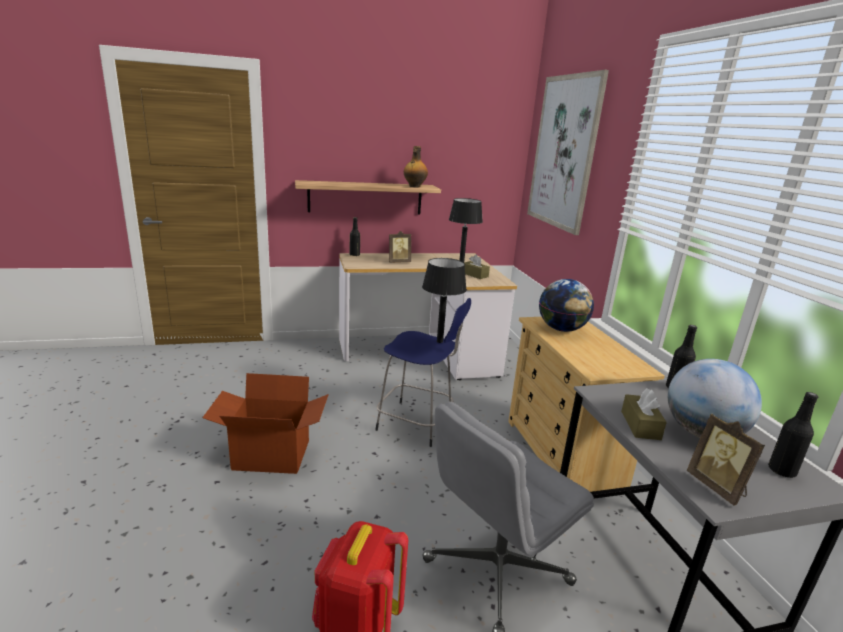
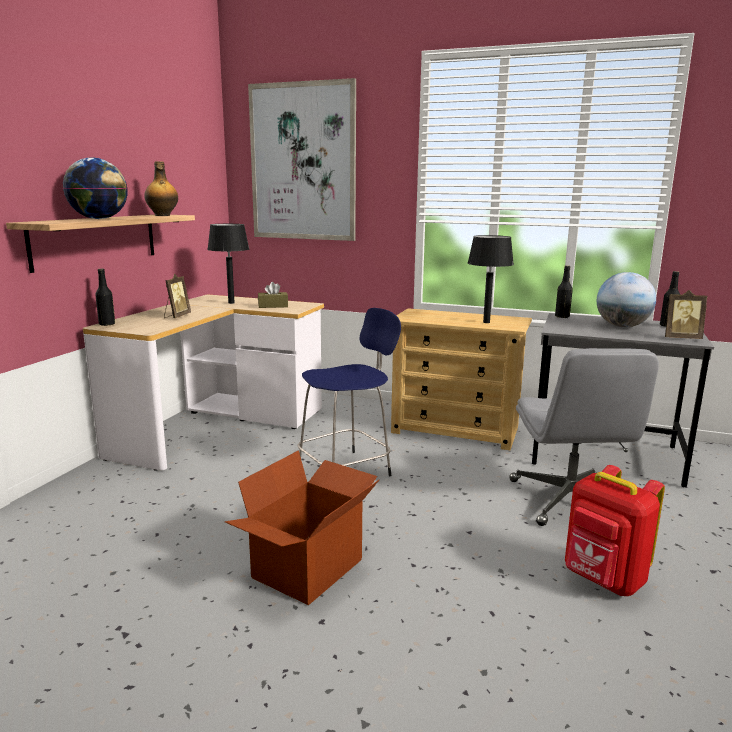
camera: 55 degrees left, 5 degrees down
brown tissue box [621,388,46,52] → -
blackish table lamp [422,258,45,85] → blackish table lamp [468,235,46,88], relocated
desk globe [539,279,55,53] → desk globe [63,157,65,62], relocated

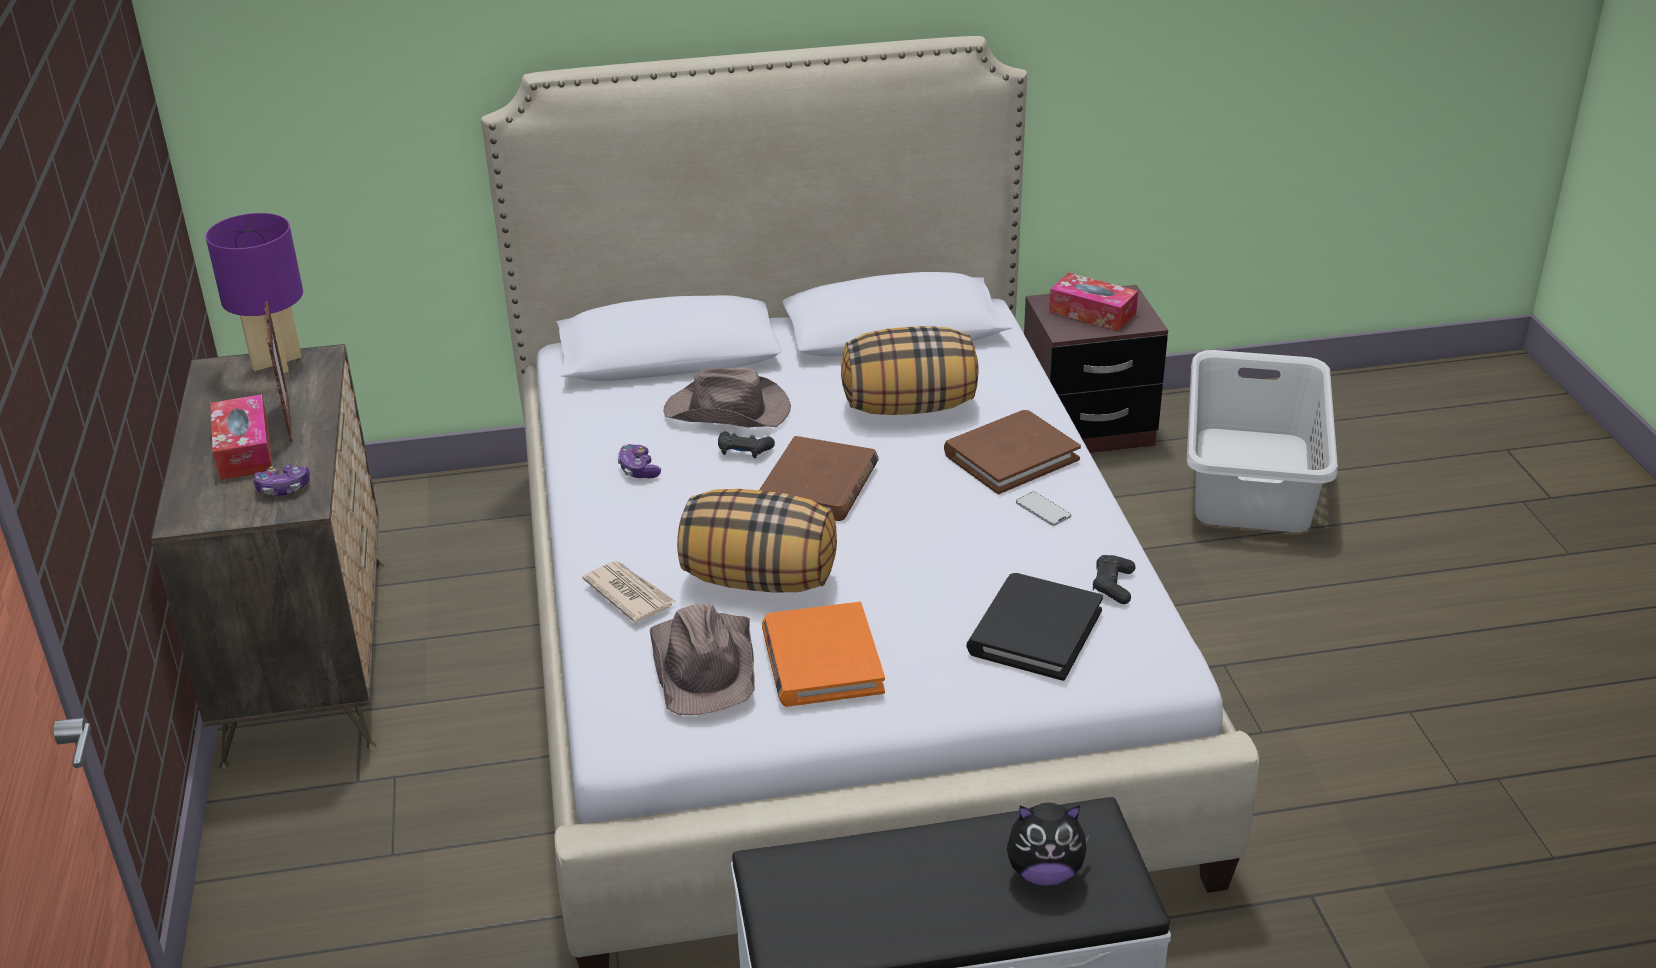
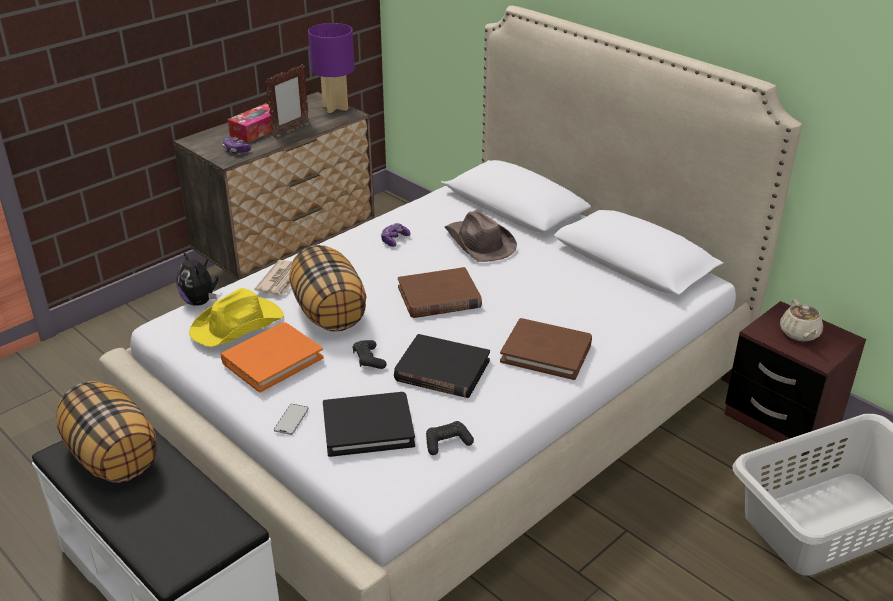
camera: 55 degrees right, 0 degrees up
- → blackish book [394,334,96,64]
blackish gamepad [718,432,57,26] → blackish gamepad [353,340,34,29], relocated
pillow [841,326,138,89] → pillow [56,381,101,102], relocated
plush toy [1007,803,83,83] → plush toy [176,252,42,54], relocated
phone [1016,491,55,35] → phone [274,404,35,31], relocated
tissue box [1049,273,89,58] → beige-coloured tea pot [780,299,43,43]
brown clothing hat [650,604,105,111] → yellowish clothing hat [189,288,95,59]

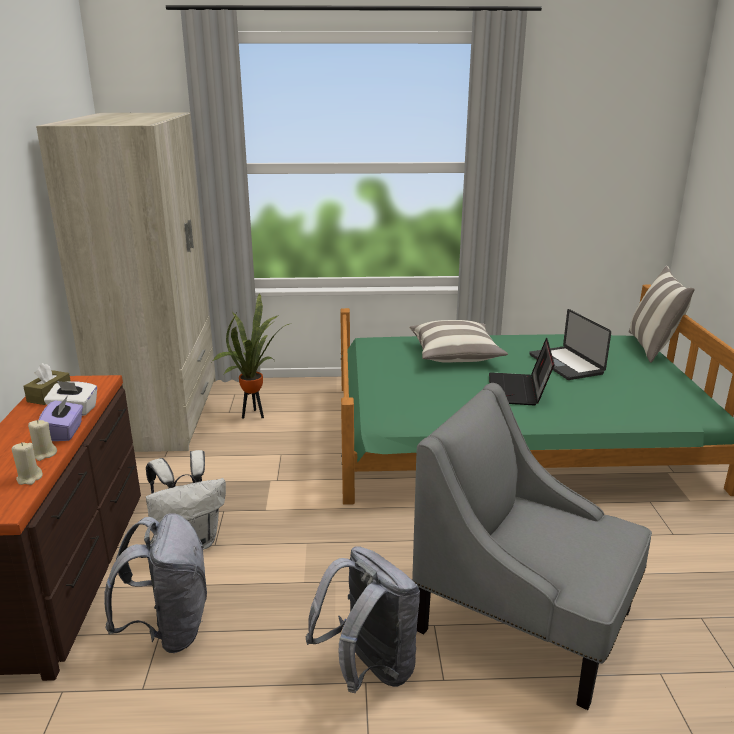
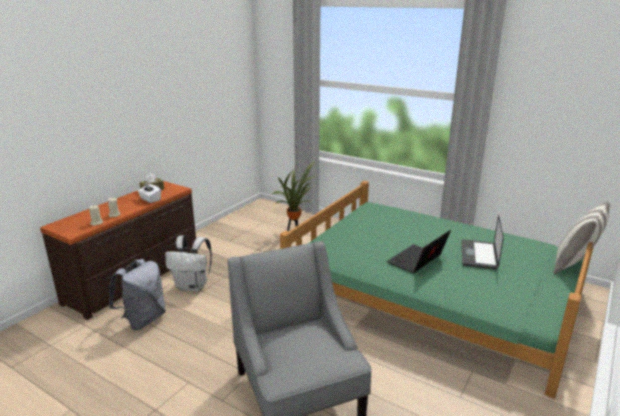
camera: 35 degrees right, 0 degrees up
beige-coloured wardrobe [36,113,180,339] → -
purple tissue box [39,397,44,44] → -
grey rucksack [306,546,114,147] → -
pillow [409,320,99,43] → -

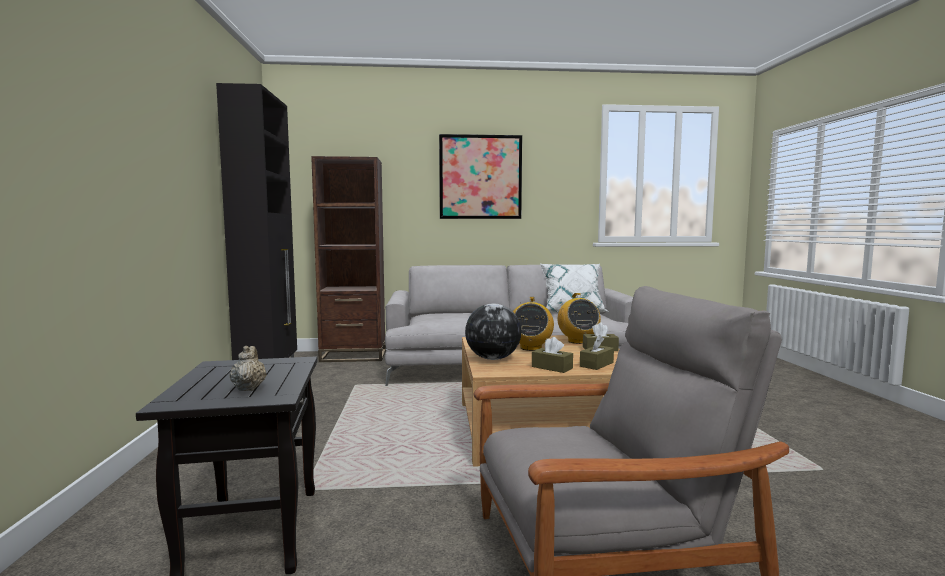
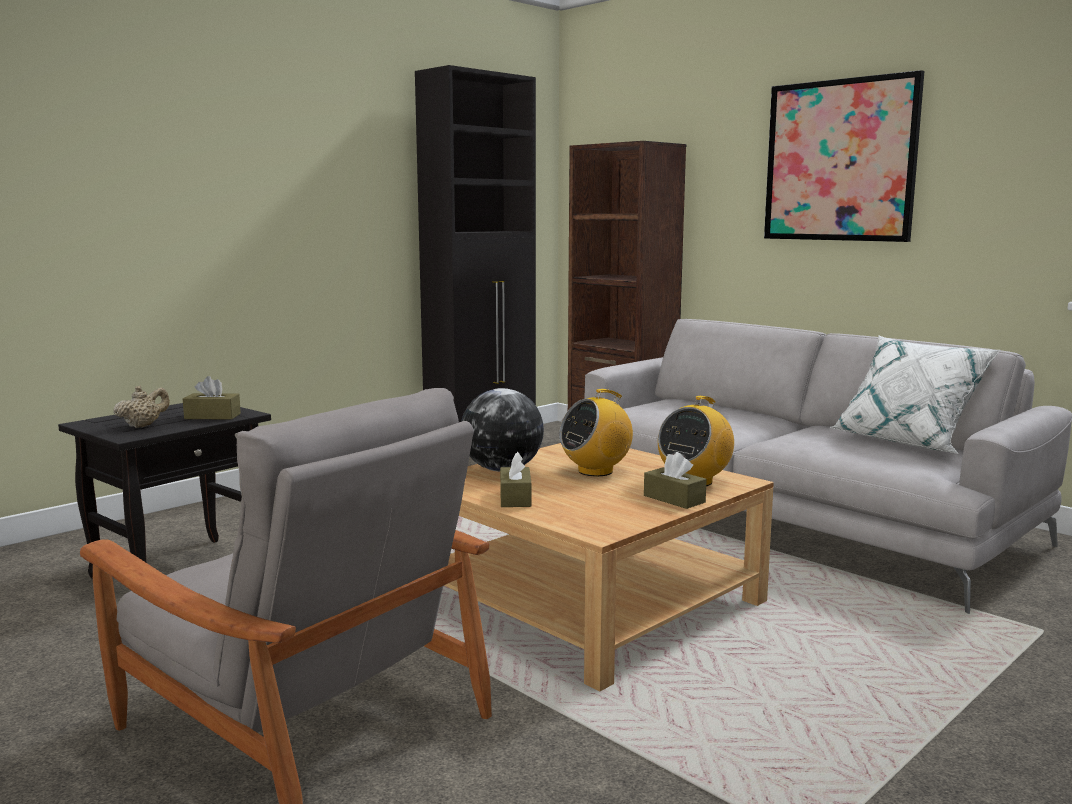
camera: 50 degrees right, 5 degrees up
brown tissue box [580,335,34,35] → brown tissue box [183,376,58,43], relocated

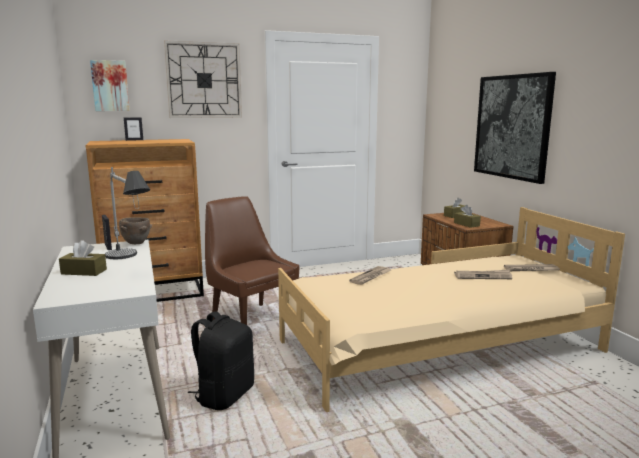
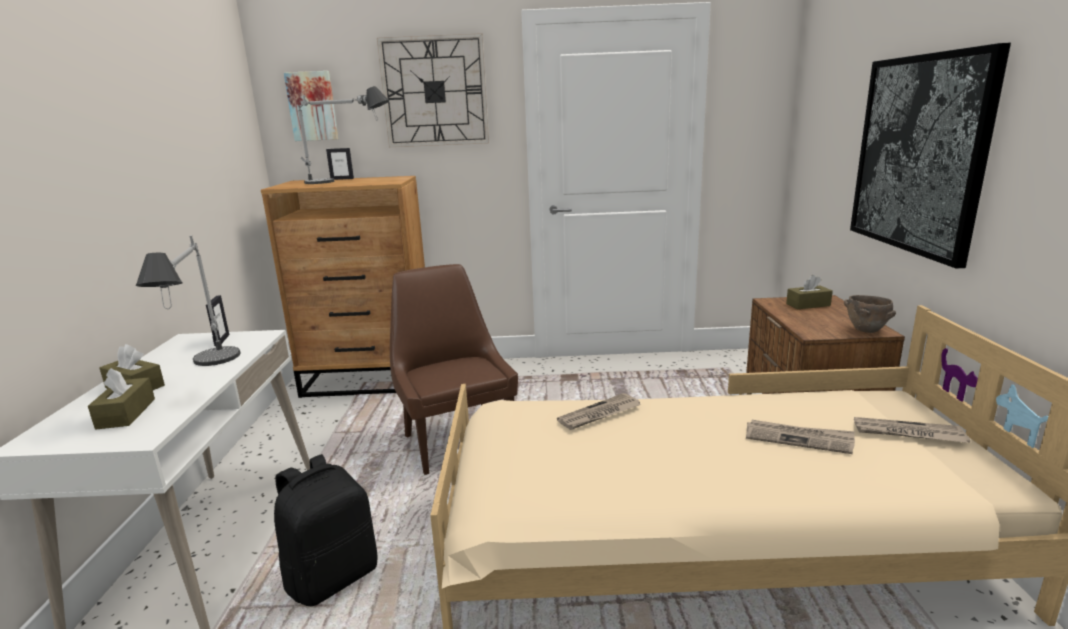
camera: 20 degrees right, 5 degrees up
- → table lamp [298,86,92,98]
brown serving bowl [119,217,33,27] → brown serving bowl [844,295,52,38], relocated
brown tissue box [454,205,27,23] → brown tissue box [88,368,67,61], relocated

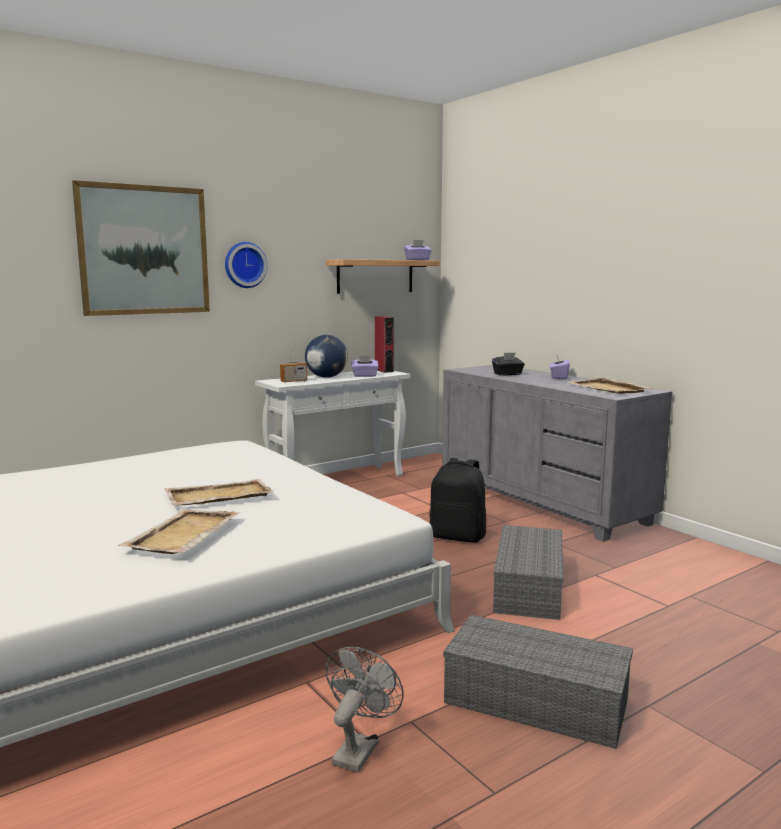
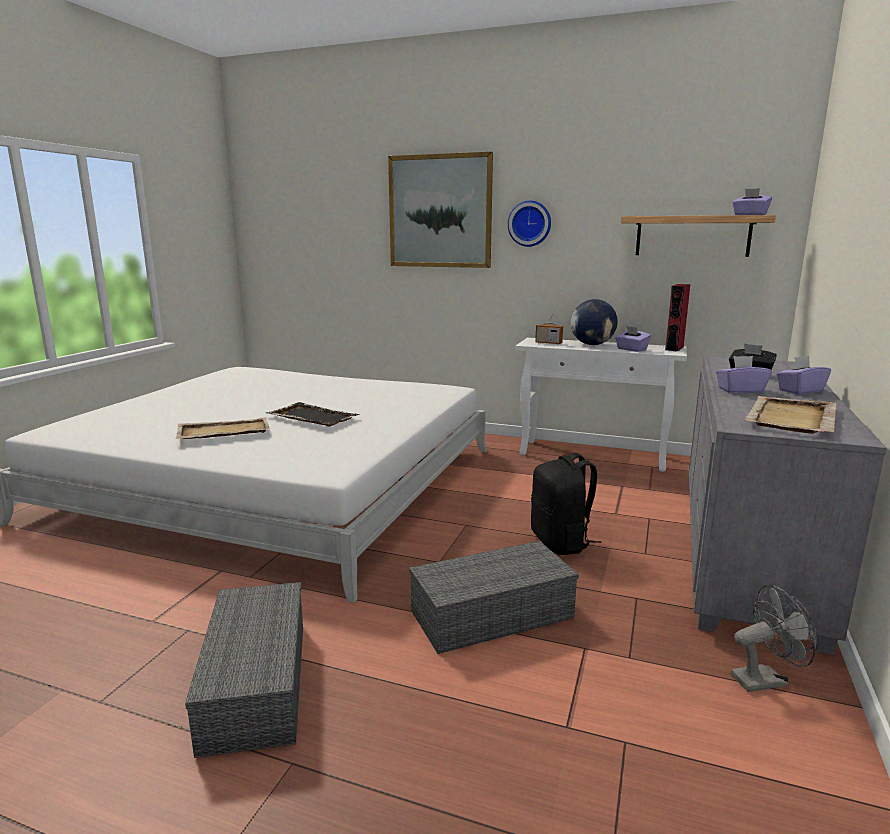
camera: 55 degrees right, 5 degrees up
- → purple tissue box [716,356,56,37]
grey fan [326,647,78,125] → grey fan [731,585,86,107], relocated
beige-coloured carrying tray [164,479,110,26] → blackish carrying tray [266,402,94,25]

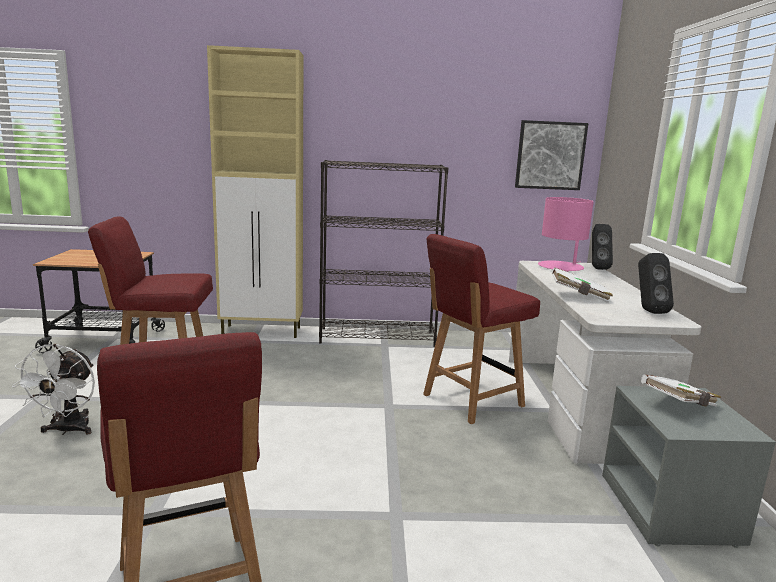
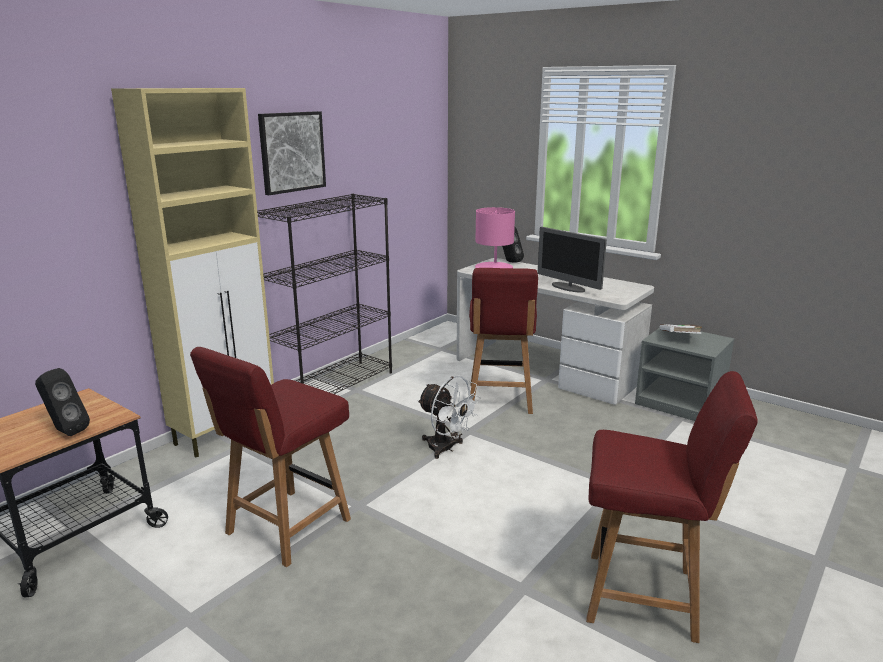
camera: 50 degrees left, 5 degrees up
whitish fan [12,344,83,91] → whitish fan [417,376,63,83], relocated
wall picture [515,120,73,70] → wall picture [258,111,68,84], relocated
blackish audio speaker [638,253,36,61] → blackish audio speaker [35,368,55,68], relocated
whitish book [552,267,61,36] → computer display [537,227,70,66]

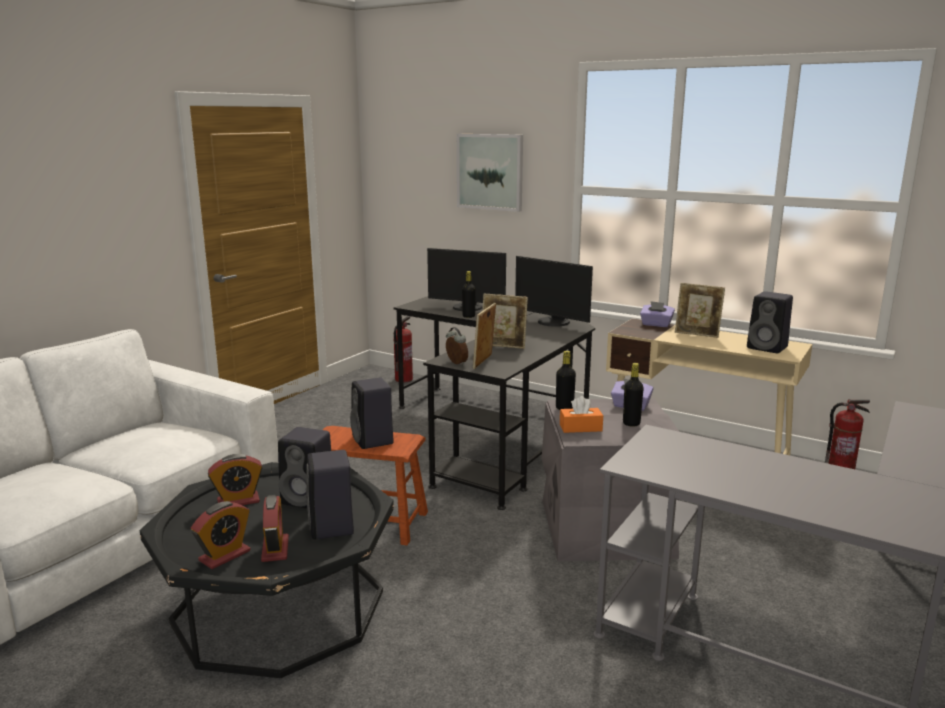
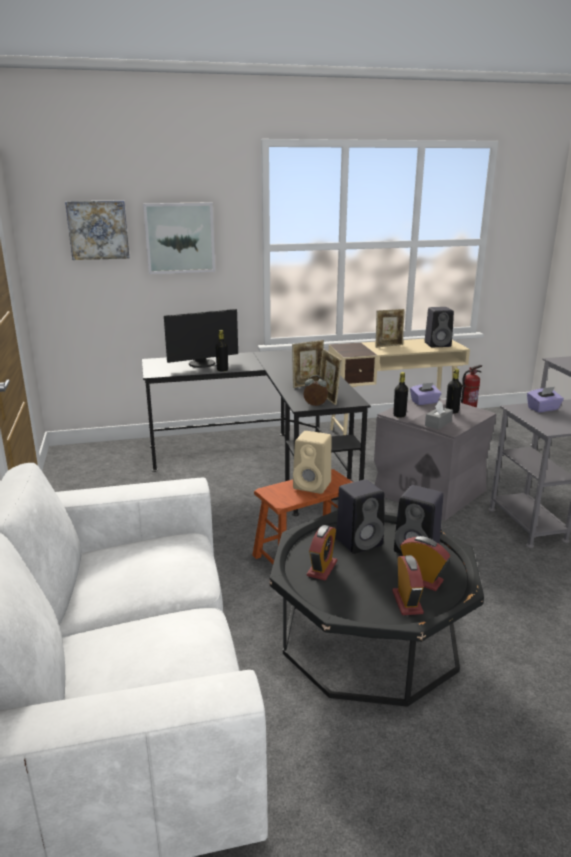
camera: 45 degrees left, 5 degrees up
fire extinguisher [394,316,19,67] → -
computer display [515,256,78,71] → -
- → wall picture [65,200,64,60]
purple tissue box [640,301,35,26] → purple tissue box [527,387,37,25], relocated
blackish audio speaker [350,377,43,72] → beige-coloured audio speaker [293,431,38,63]
orangey tissue box [560,396,43,37] → grey tissue box [425,400,28,30]

